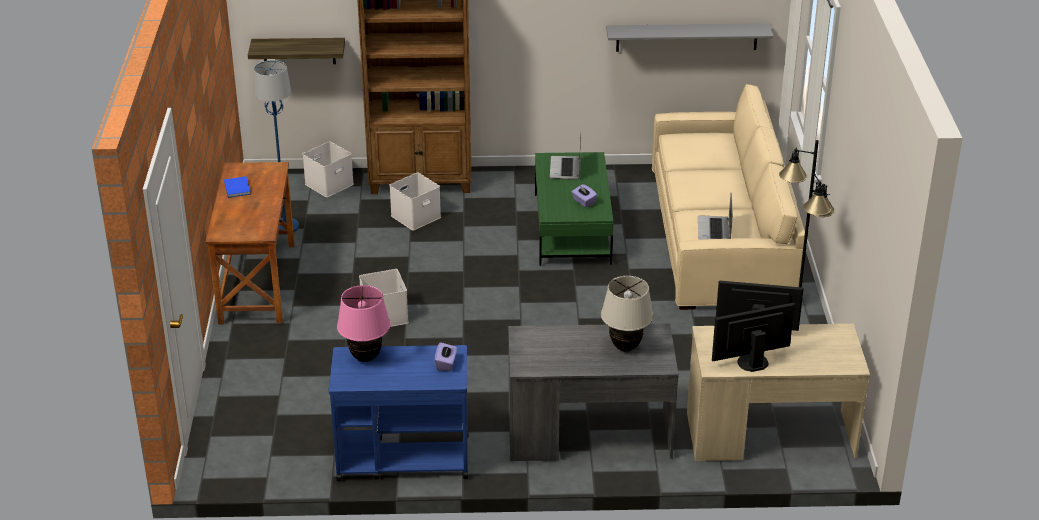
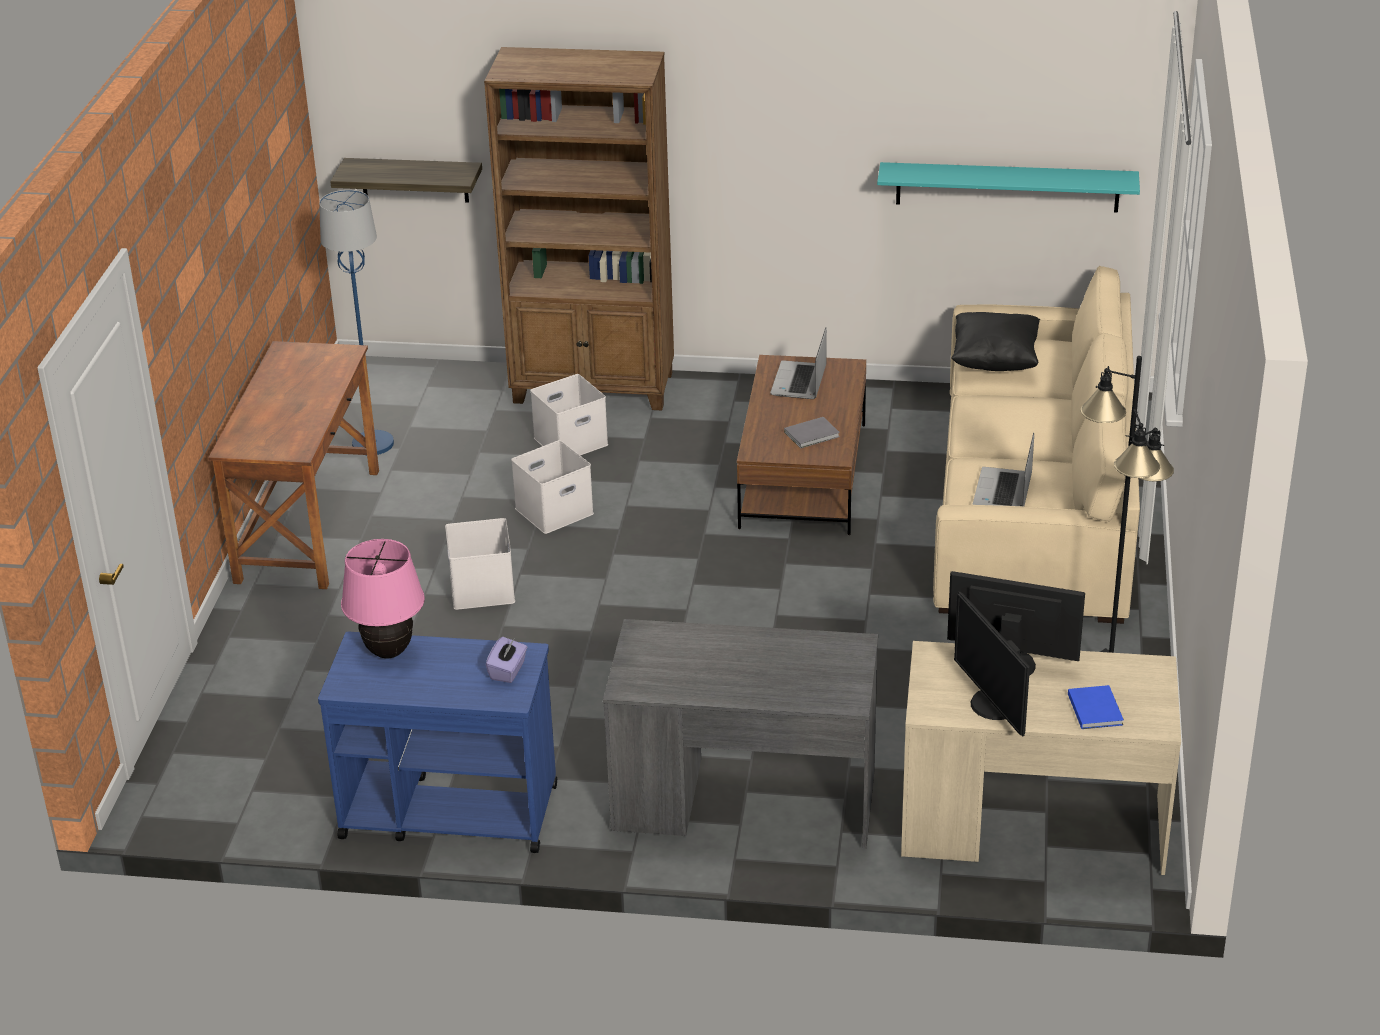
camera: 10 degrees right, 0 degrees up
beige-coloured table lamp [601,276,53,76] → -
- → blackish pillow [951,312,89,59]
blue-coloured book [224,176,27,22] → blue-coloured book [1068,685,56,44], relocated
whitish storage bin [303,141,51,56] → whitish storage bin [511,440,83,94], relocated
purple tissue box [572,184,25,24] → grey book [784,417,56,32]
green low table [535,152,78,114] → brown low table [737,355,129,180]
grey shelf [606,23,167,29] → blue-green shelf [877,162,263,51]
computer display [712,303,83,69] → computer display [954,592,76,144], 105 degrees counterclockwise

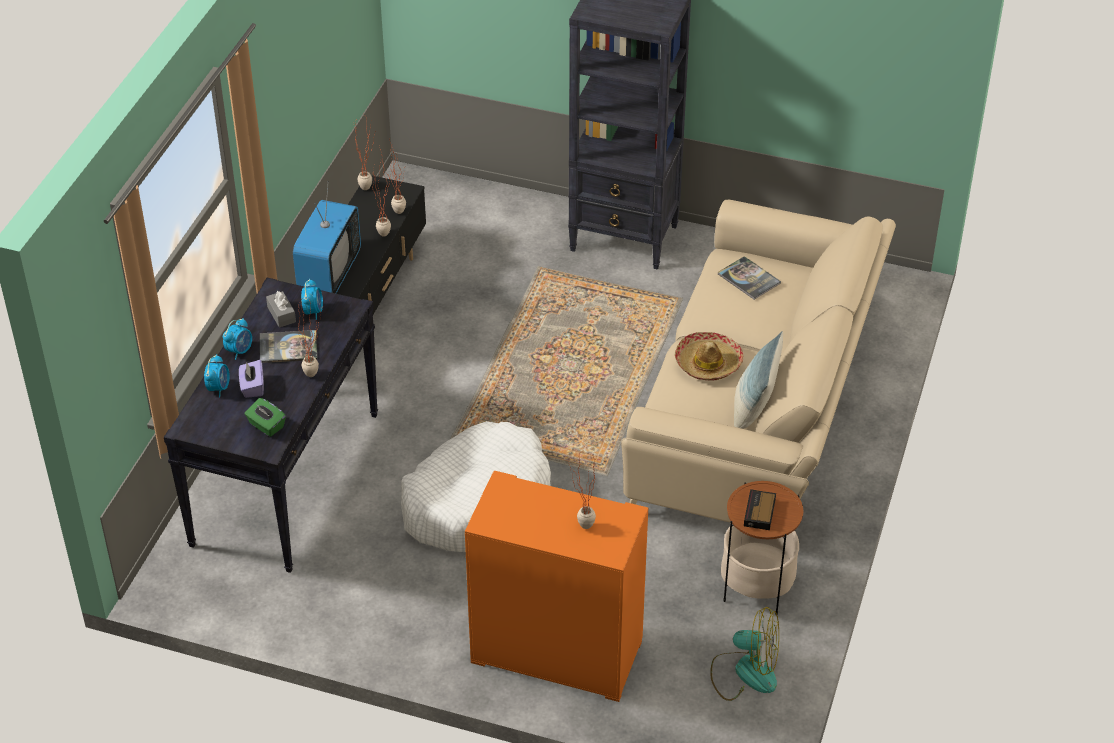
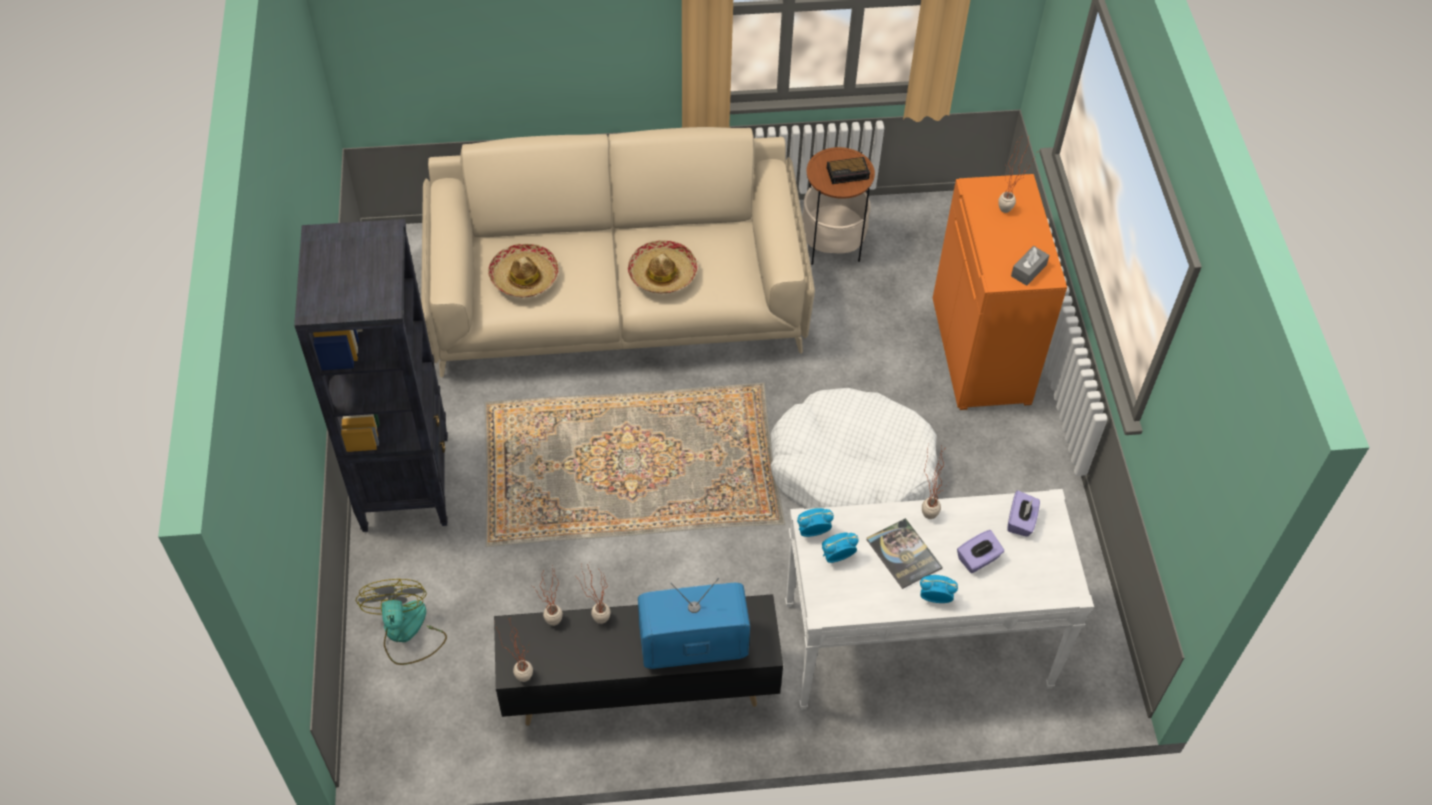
camera: 115 degrees left, 10 degrees up
pillow [734,331,49,98] → -
bedside clock [204,354,26,43] → bedside clock [797,508,37,29], relocated
grey tissue box [266,291,30,37] → grey tissue box [1011,246,38,40], relocated
fan [710,607,69,94] → fan [356,579,91,86], relocated
book [718,256,63,44] → clothing hat [488,244,71,53]
blackish narrow table [164,278,214,295] → whitish narrow table [785,489,309,221]
green tissue box [245,398,41,39] → purple tissue box [1007,491,33,46]

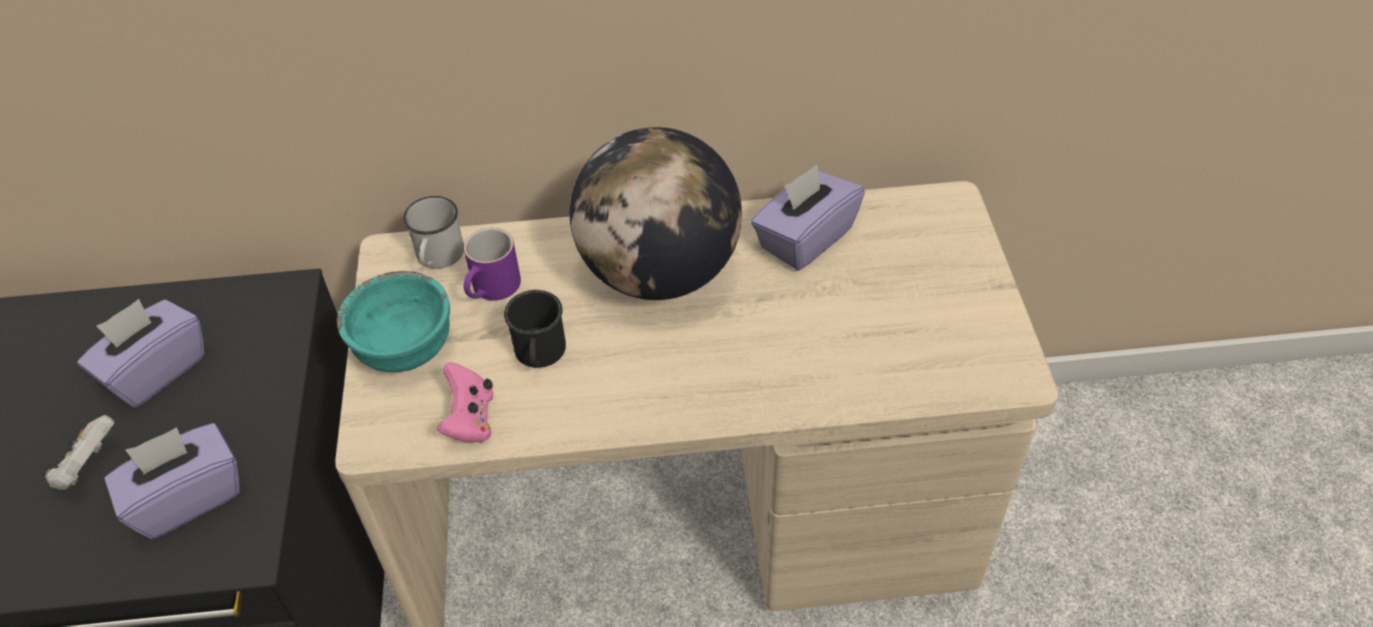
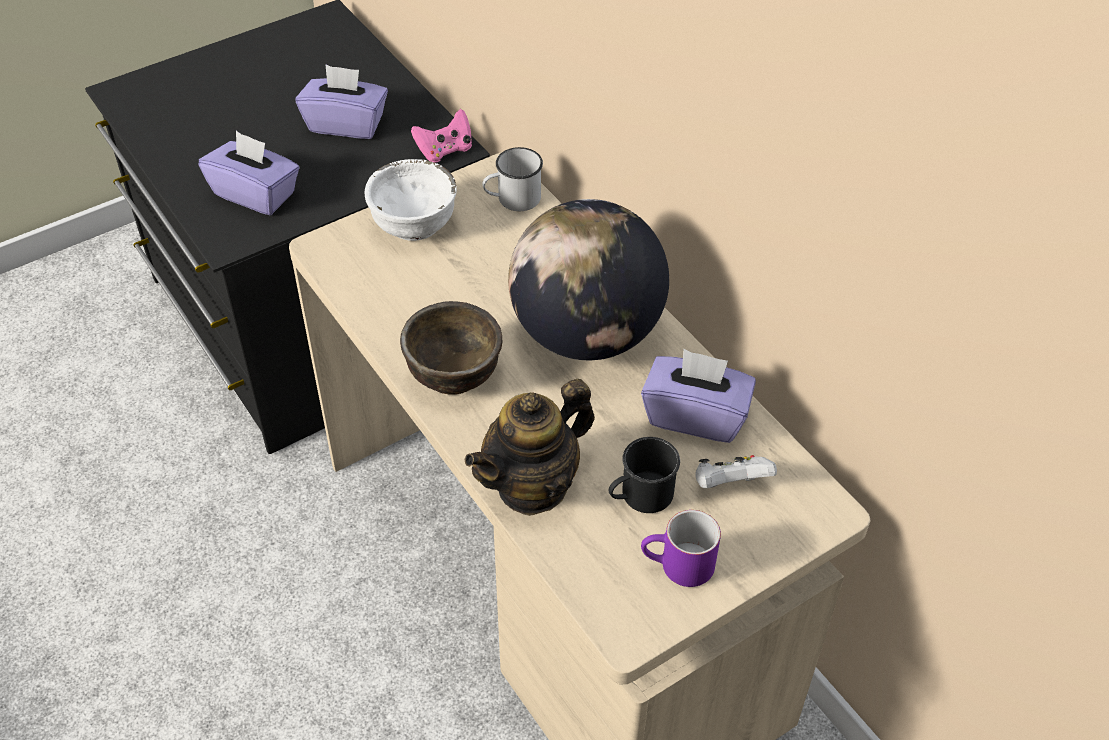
camera: 60 degrees right, 0 degrees up
- → brown serving bowl [400,301,102,94]
- → tea pot [464,379,131,137]
whitish gamepad [42,415,73,75] → whitish gamepad [695,455,82,33], relocated
pink gamepad [437,362,56,81] → pink gamepad [411,109,61,54], relocated
purple tea mug [464,228,57,73] → purple tea mug [641,510,80,77], relocated
blackish tea mug [504,290,62,78] → blackish tea mug [609,437,71,76], relocated
blue-green serving bowl [337,271,113,101] → whitish serving bowl [365,159,92,82]

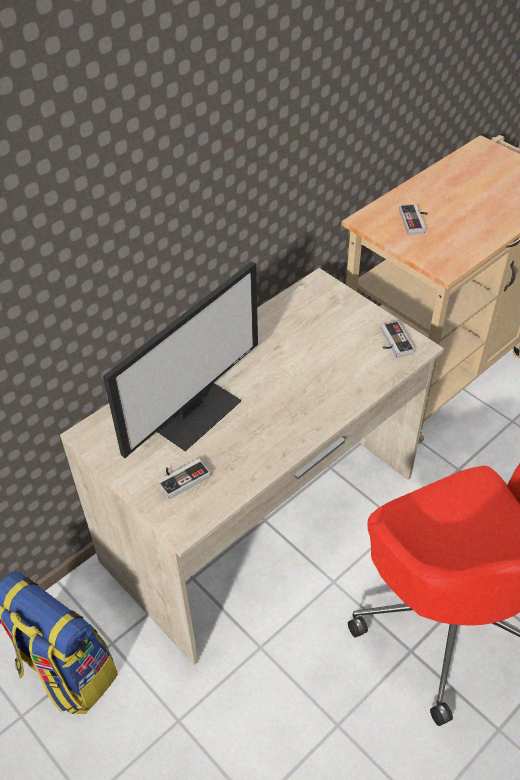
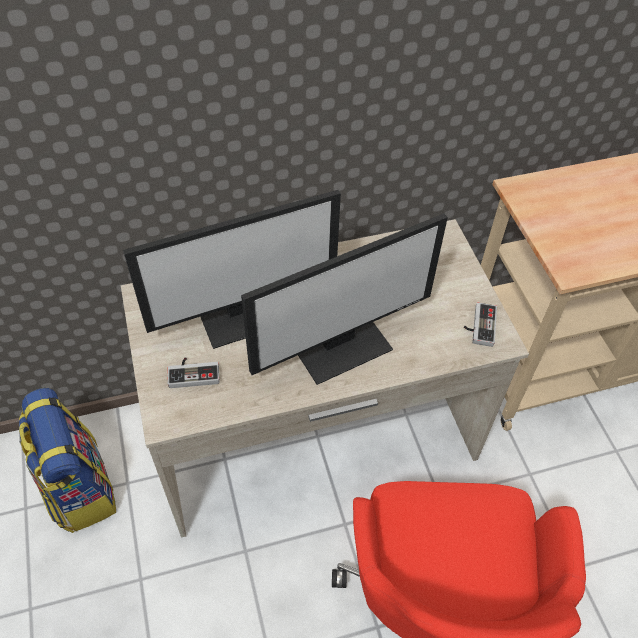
camera: 25 degrees right, 5 degrees up
gamepad [399,204,29,30] → -
- → computer display [241,214,207,171]

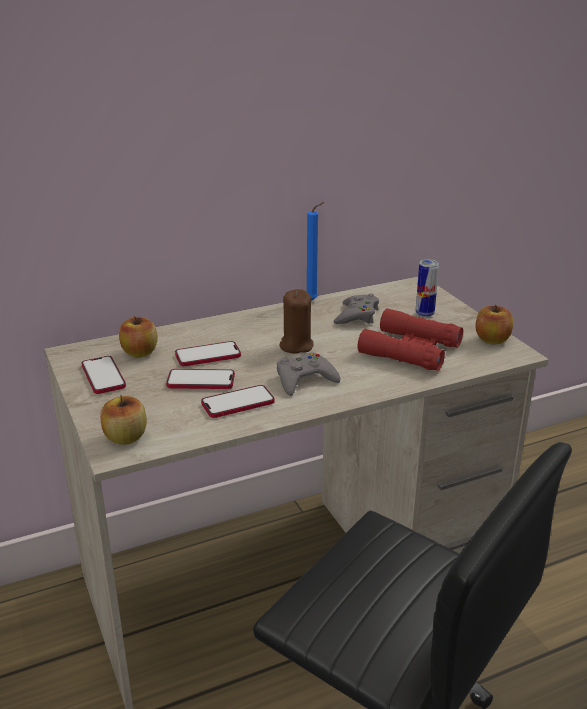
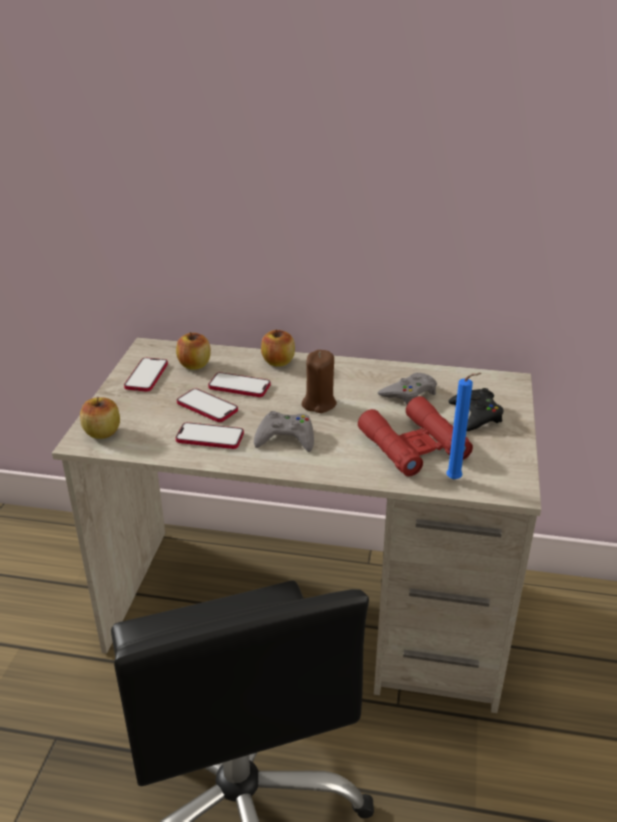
camera: 35 degrees right, 5 degrees up
blue-coloured candle [307,202,17,98] → blue-coloured candle [446,373,36,106], relocated
apple [476,304,37,40] → apple [261,330,34,37], relocated
sealed can [416,259,23,59] → blackish gamepad [448,388,56,43]

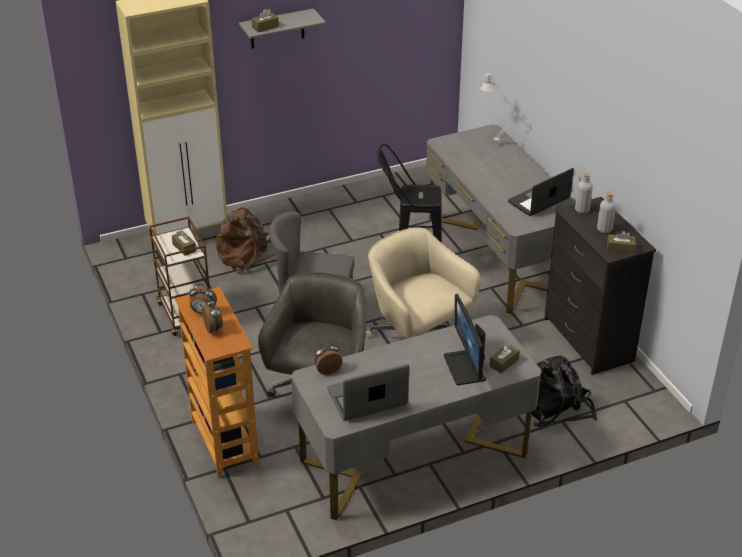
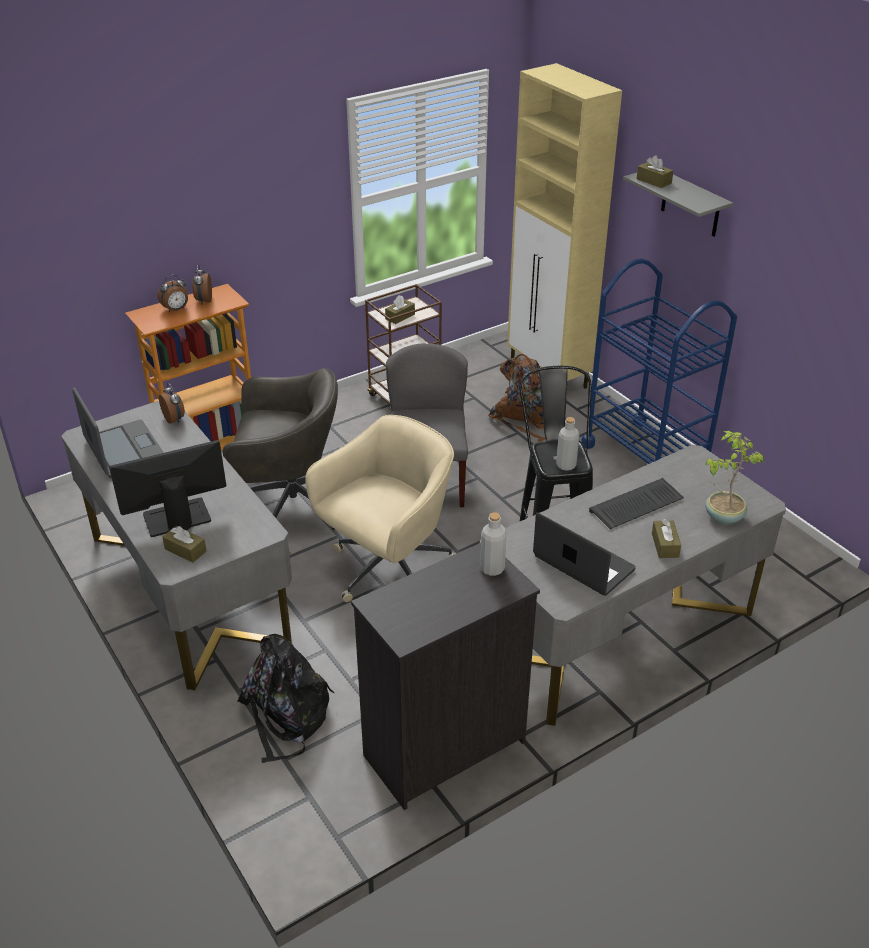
camera: 80 degrees right, 0 degrees up
- → blue-coloured wheeled cart [581,259,156,205]
- → PC keyboard [589,478,95,51]
grey beverage bottle [597,192,19,41] → grey beverage bottle [556,417,23,54], relocated
brown tissue box [607,231,29,23] → brown tissue box [652,519,29,39], relocated
grey table lamp [480,73,48,72] → plant in a pot [705,431,59,93]

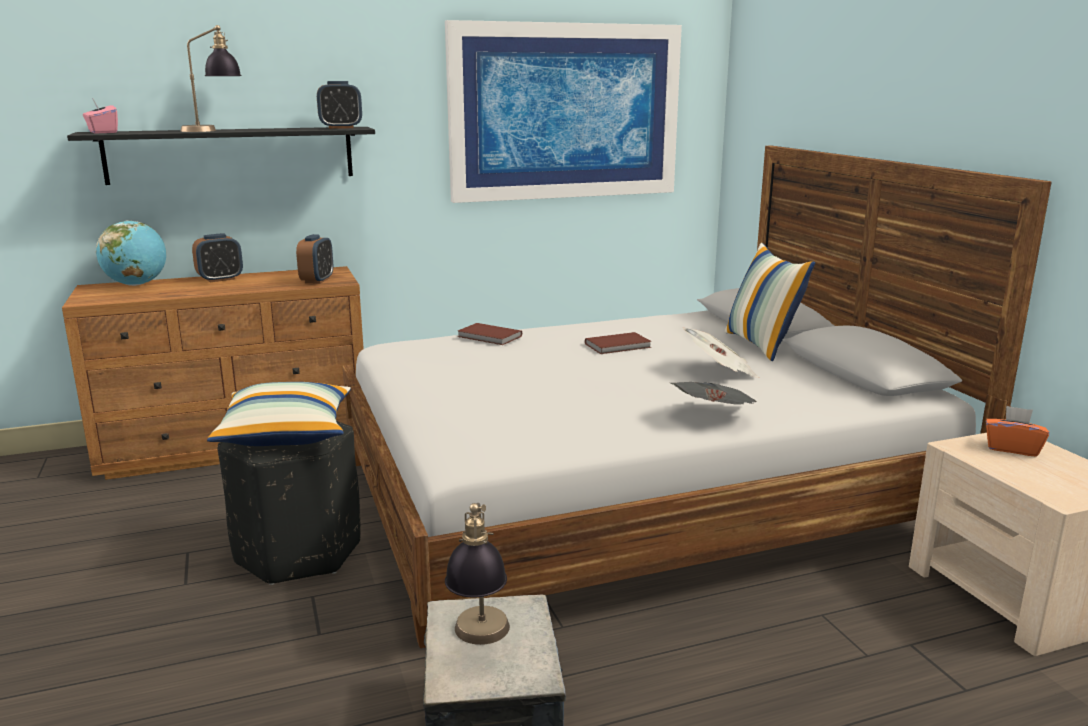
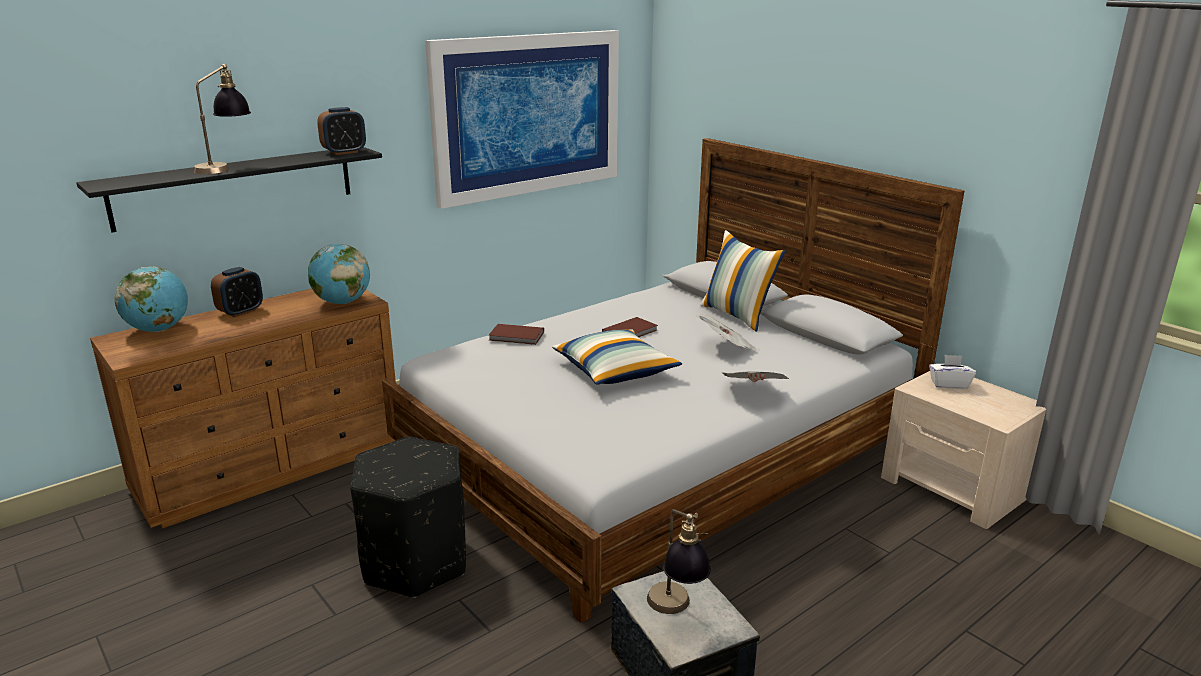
camera: 20 degrees left, 5 degrees up
pink tissue box [83,98,35,35] → -
pillow [207,382,144,64] → pillow [552,329,130,56], relocated
bedside clock [296,234,37,50] → desk globe [308,244,62,60]
orangey tissue box [986,406,63,51] → whitish tissue box [929,355,47,34]

